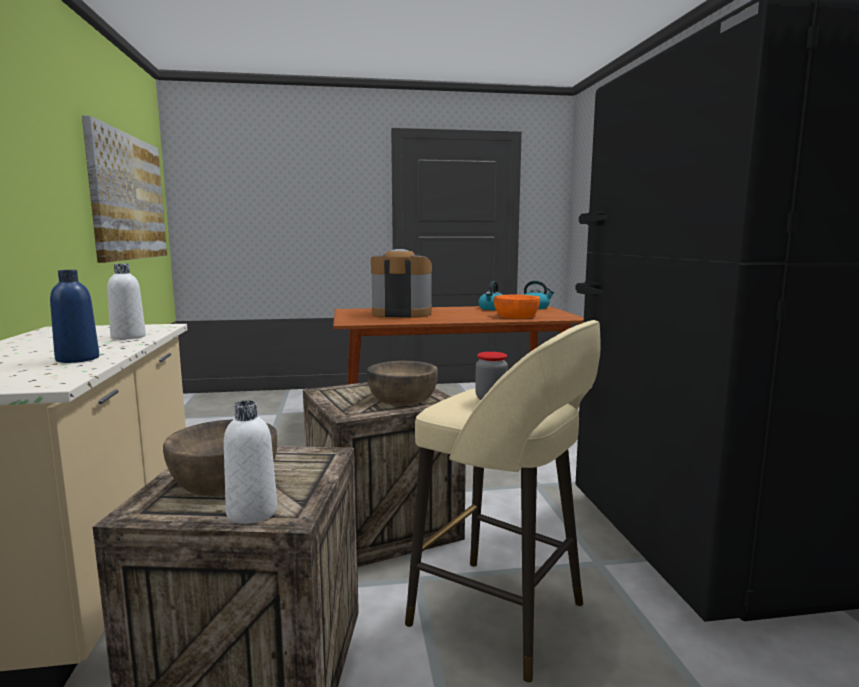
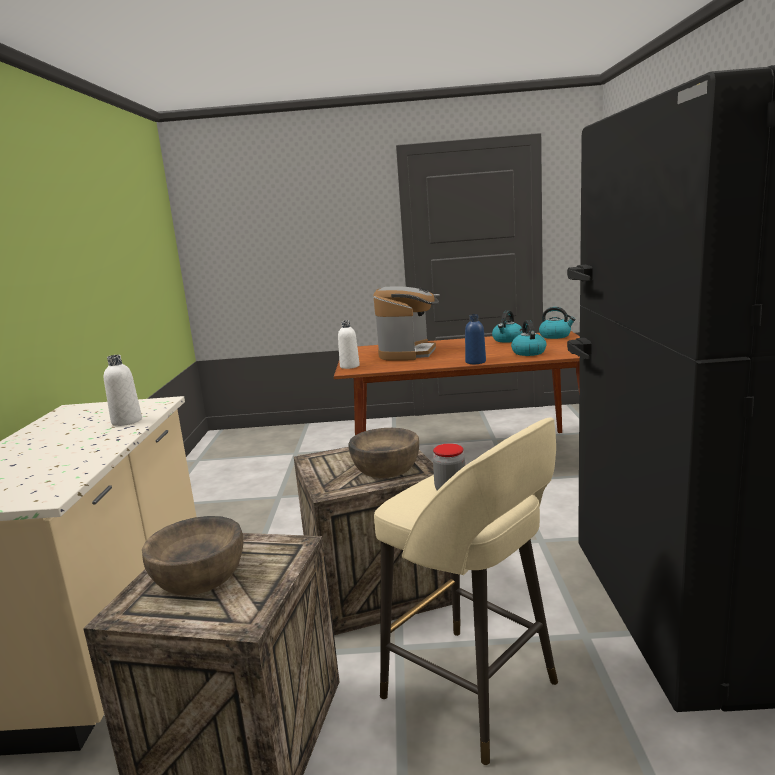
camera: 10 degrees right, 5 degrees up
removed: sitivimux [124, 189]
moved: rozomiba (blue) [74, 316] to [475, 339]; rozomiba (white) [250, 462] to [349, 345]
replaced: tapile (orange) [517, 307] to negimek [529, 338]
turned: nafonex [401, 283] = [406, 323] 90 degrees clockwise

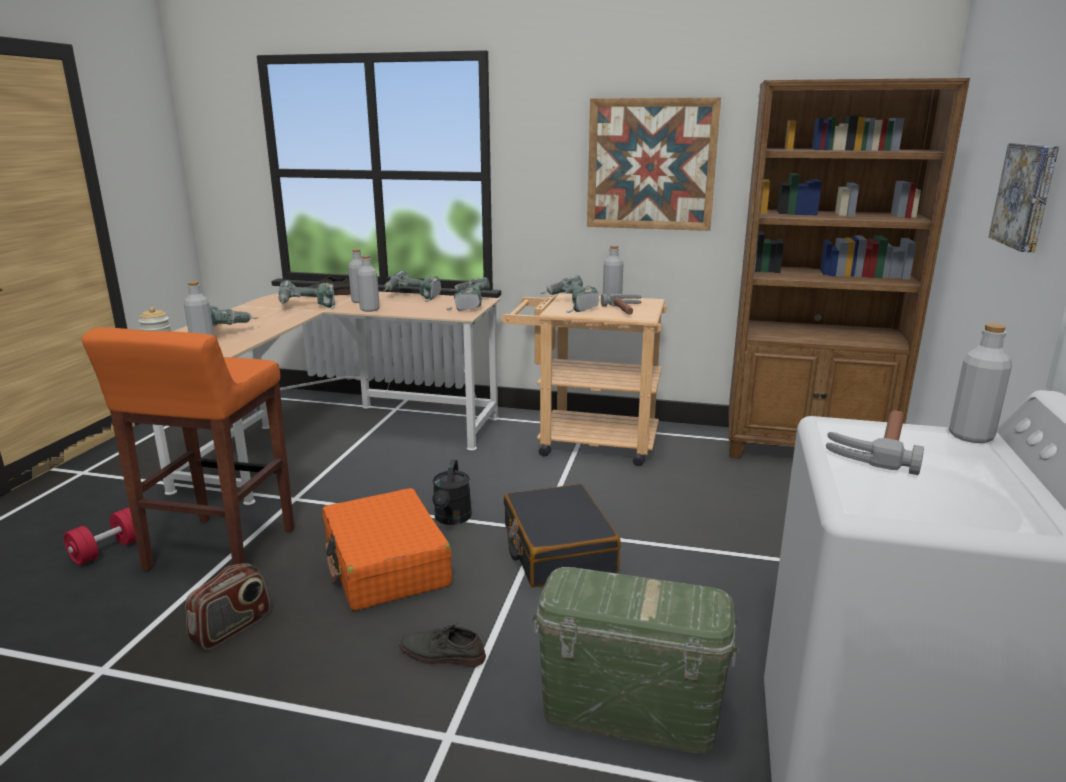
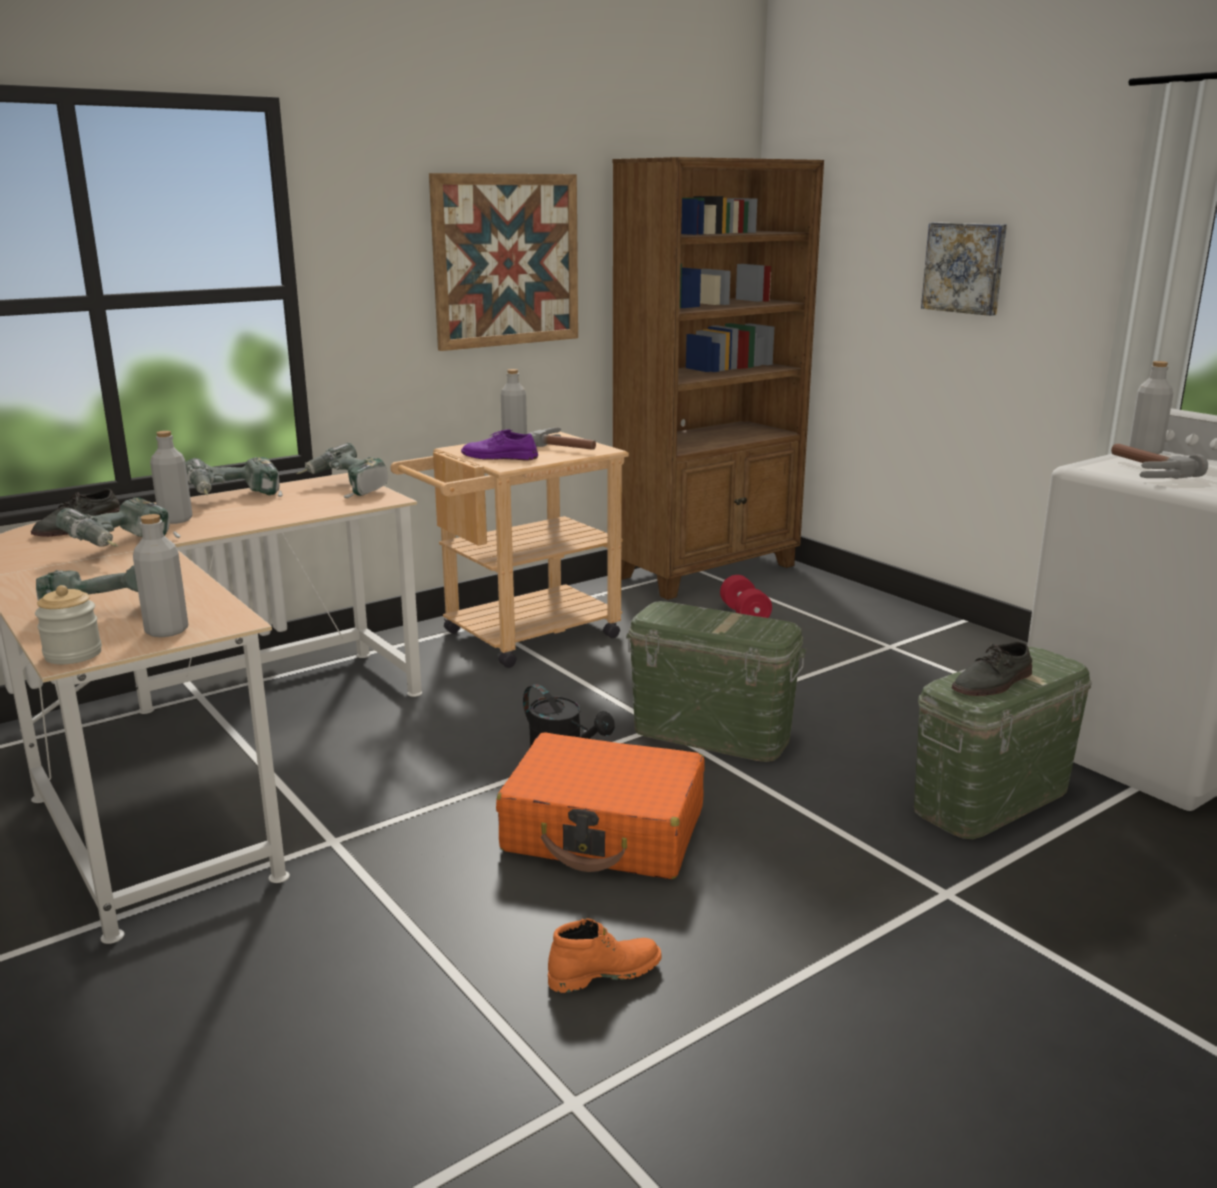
camera: 50 degrees left, 0 degrees up
removed: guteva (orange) [188, 448]; rozomiba (grey) [368, 283]
moved: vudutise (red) [99, 536] to [746, 596]; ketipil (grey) [442, 645] to [992, 669]
replaced: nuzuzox [228, 606] to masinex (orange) [605, 955]; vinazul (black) [562, 535] to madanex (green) [716, 681]; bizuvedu [569, 294] to ketipil (purple) [499, 445]

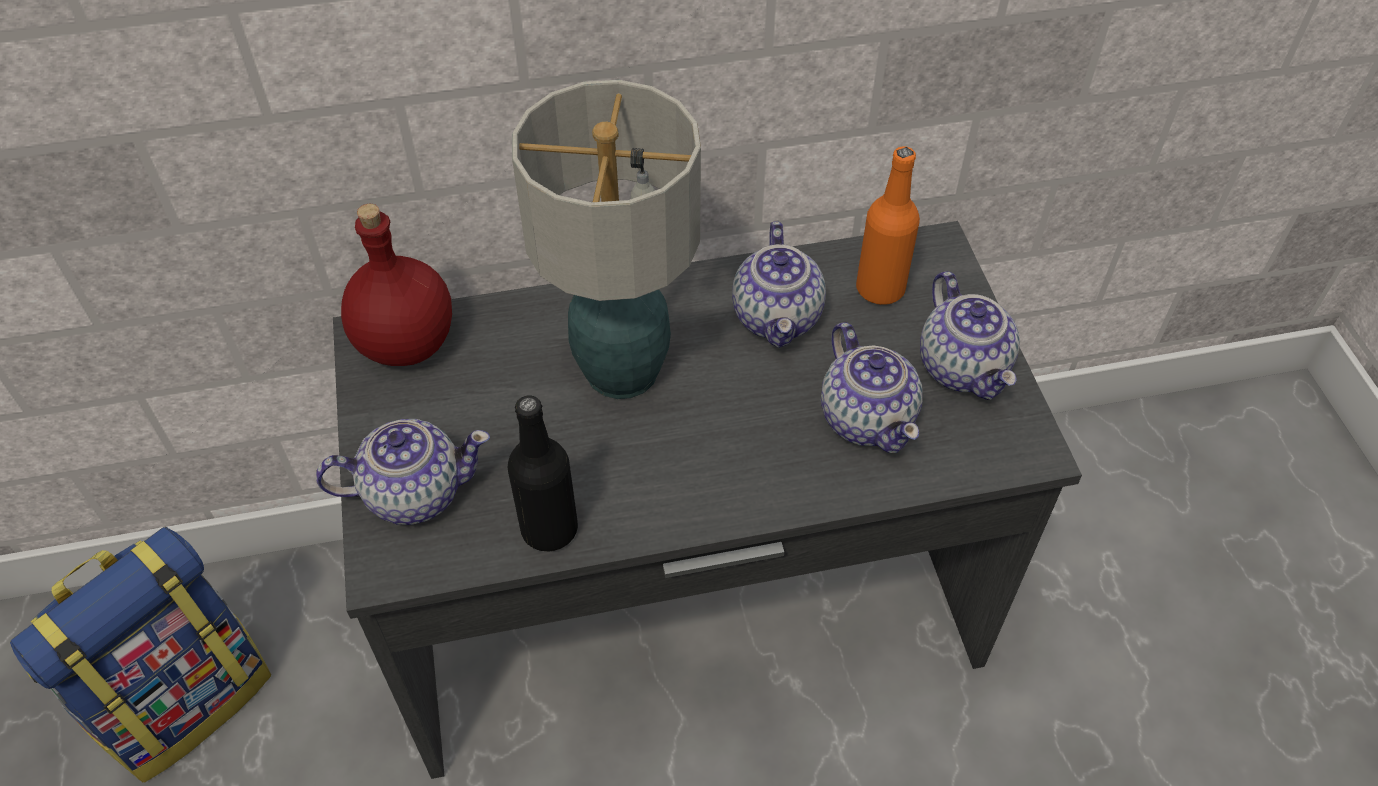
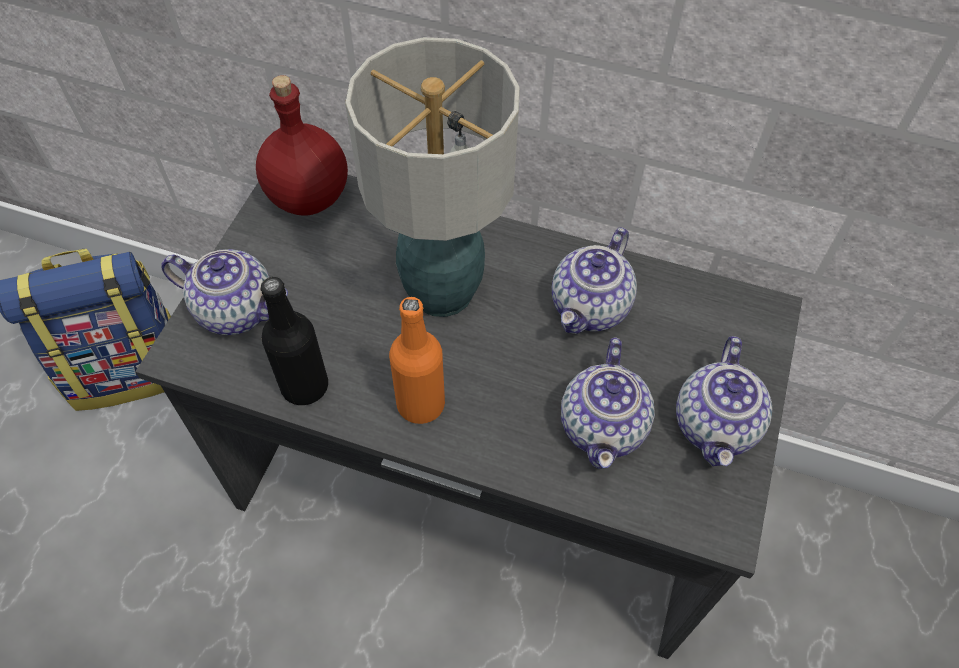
camera: 30 degrees right, 5 degrees up
moved: rozomiba (orange) [888, 225] to [417, 360]

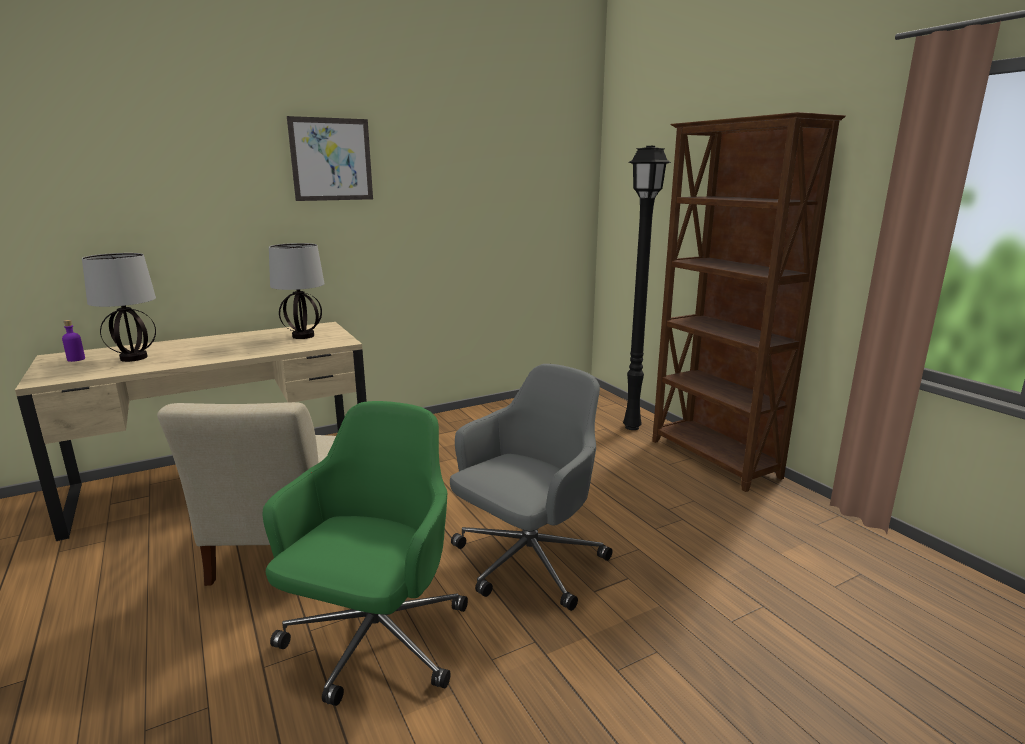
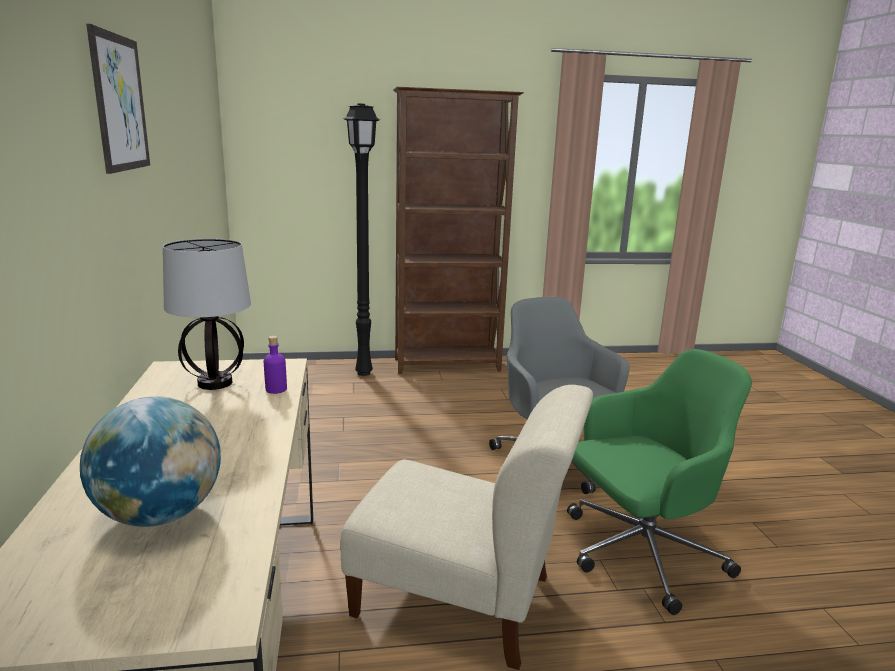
camera: 70 degrees left, 0 degrees up
moved: rozomiba (purple) [73, 341] to [275, 365]
replaced: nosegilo [119, 307] to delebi [150, 461]
turned: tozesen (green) [365, 553] = [659, 482] 120 degrees clockwise

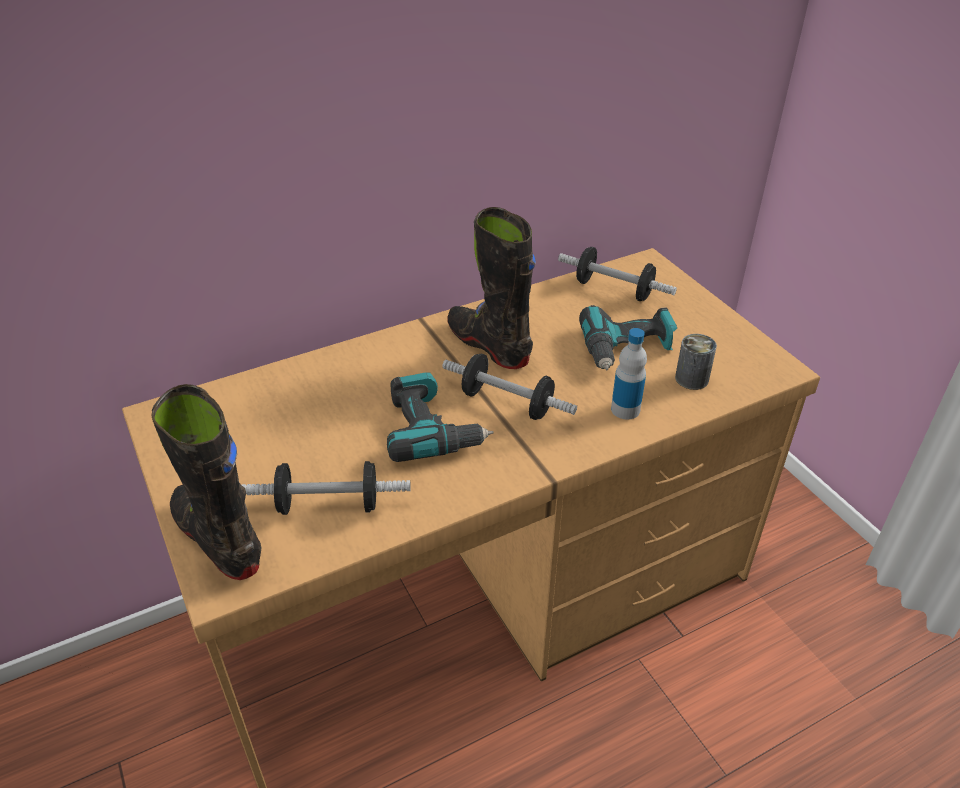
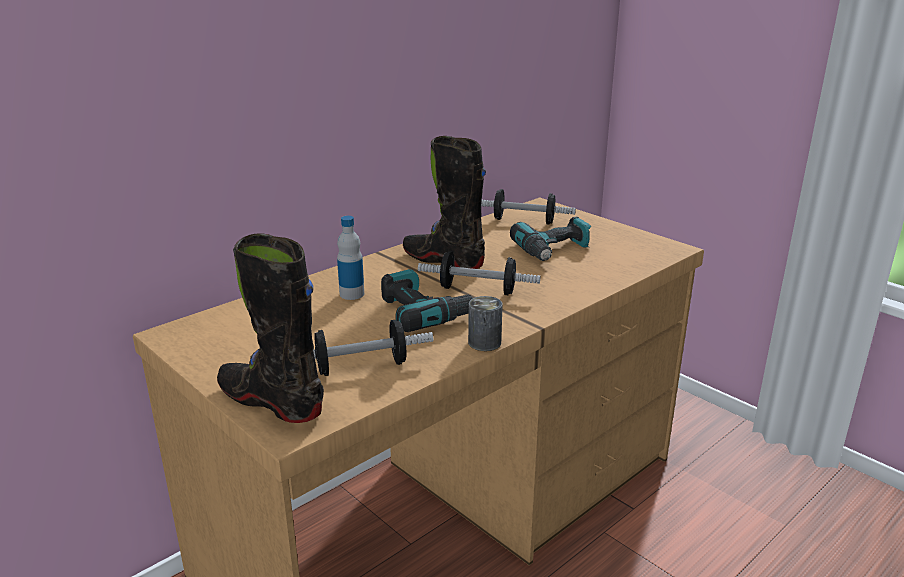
camera: 15 degrees left, 15 degrees down
moved: rozomiba [629, 373] to [350, 258]; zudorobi [696, 362] to [485, 323]

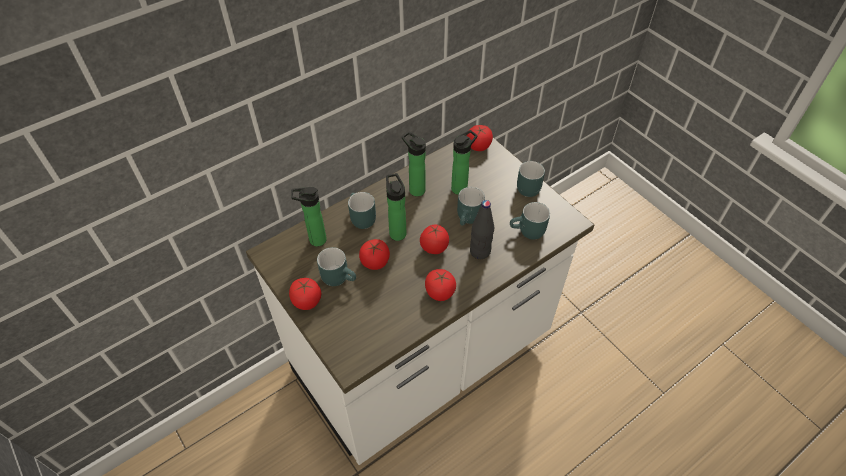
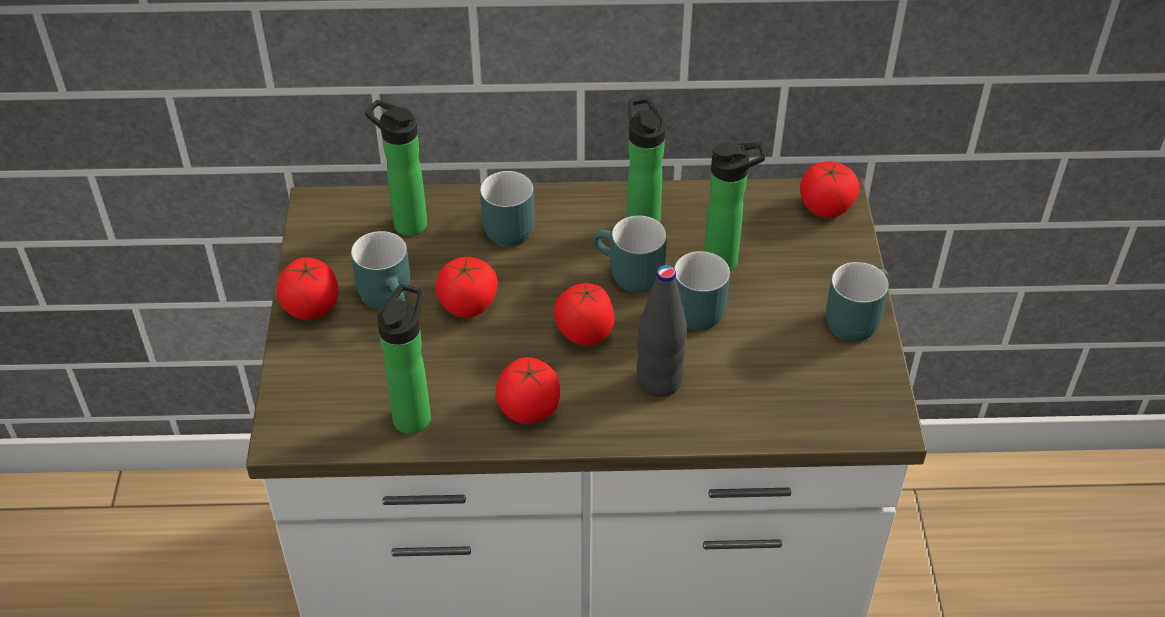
camera: 35 degrees right, 5 degrees down
moved: rozomiba [396, 207] to [404, 359]; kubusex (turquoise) [530, 220] to [630, 254]

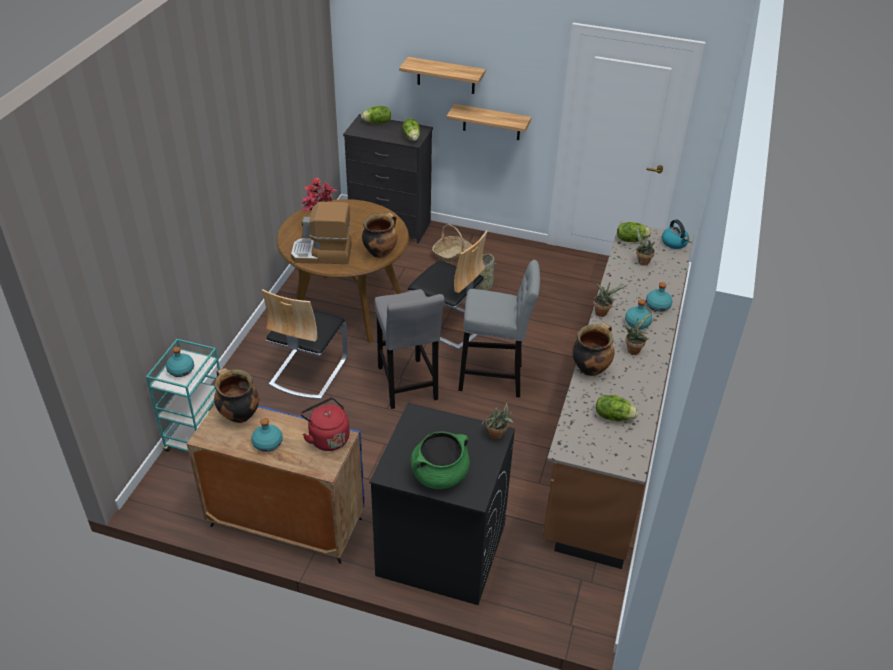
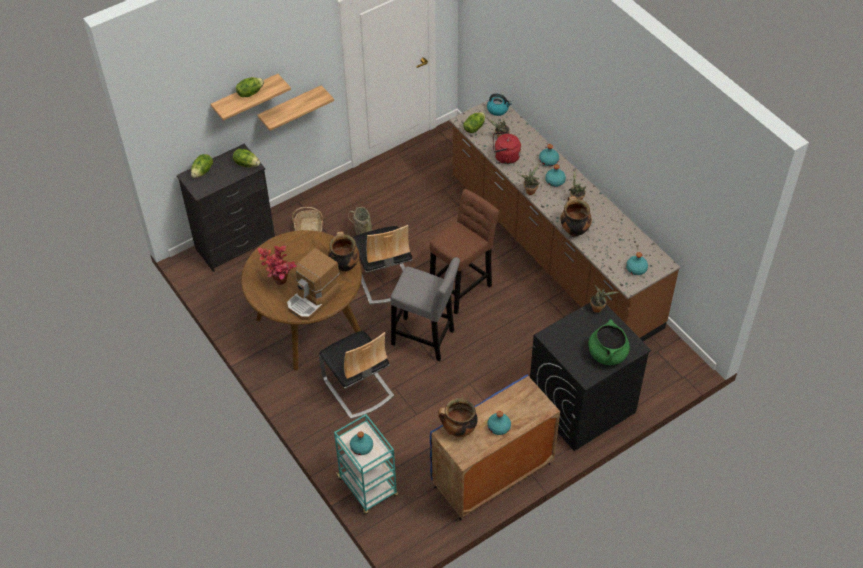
camera: 50 degrees left, 10 degrees up
added: rozomiba (turquoise) [637, 263]
moved: negimek (red) [325, 424] to [507, 147]; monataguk [617, 408] to [250, 87]
recoloured: guteva (grey) [499, 328] to guteva (brown) [465, 251]
turned: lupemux [448, 290] = [383, 264] 90 degrees clockwise

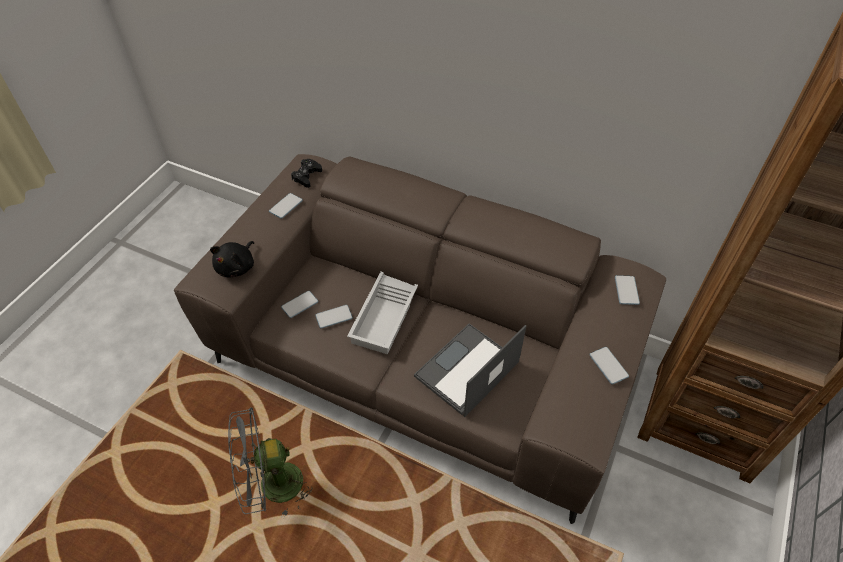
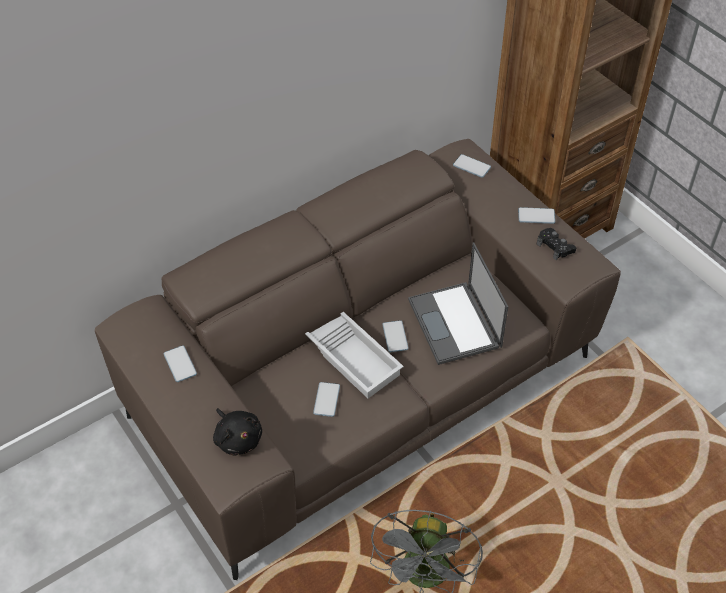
camera: 60 degrees left, 0 degrees up
moved: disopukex [299, 304] to [395, 336]; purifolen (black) [306, 173] to [556, 244]

